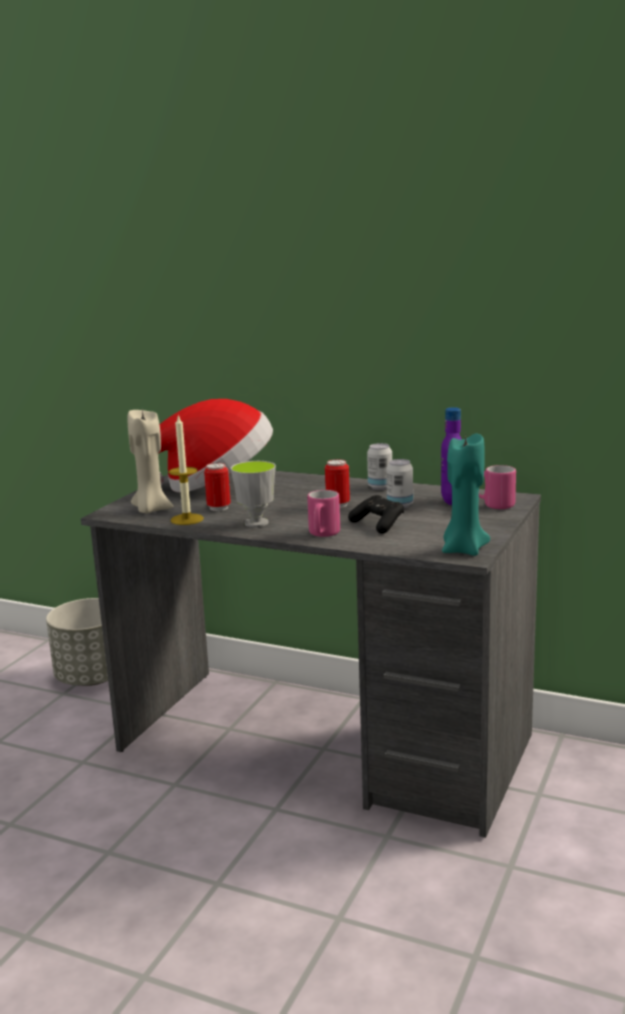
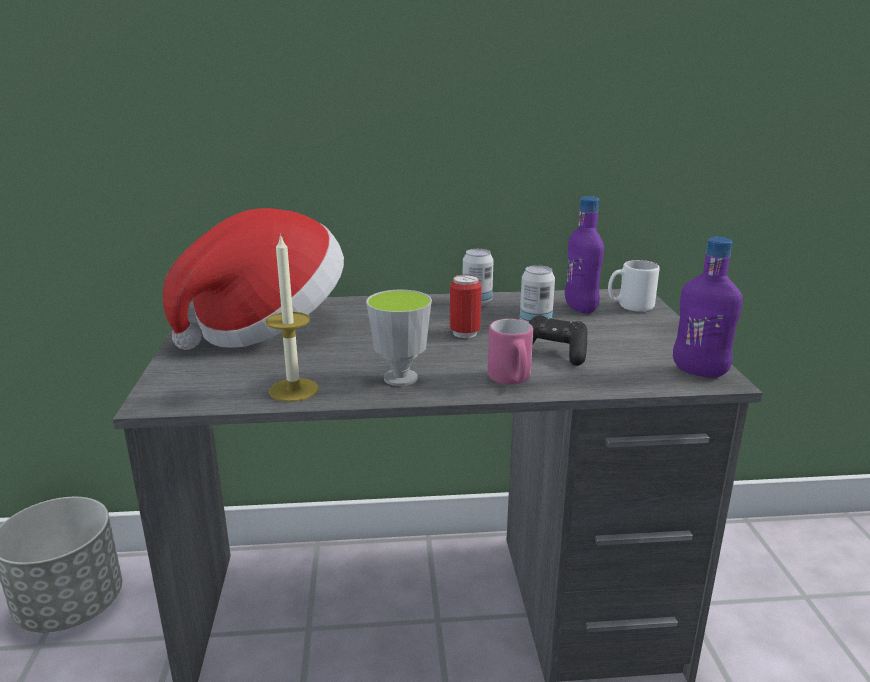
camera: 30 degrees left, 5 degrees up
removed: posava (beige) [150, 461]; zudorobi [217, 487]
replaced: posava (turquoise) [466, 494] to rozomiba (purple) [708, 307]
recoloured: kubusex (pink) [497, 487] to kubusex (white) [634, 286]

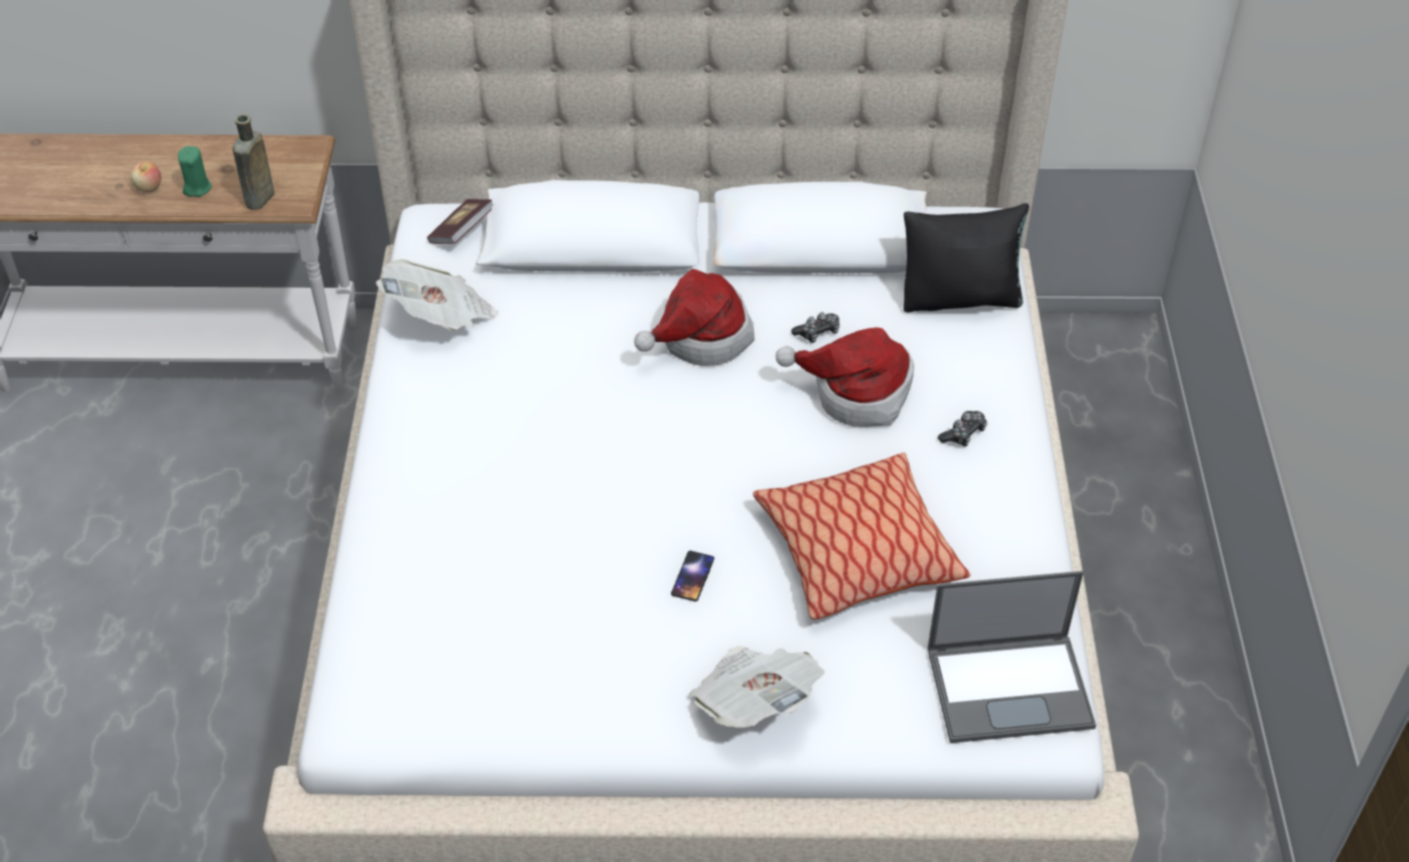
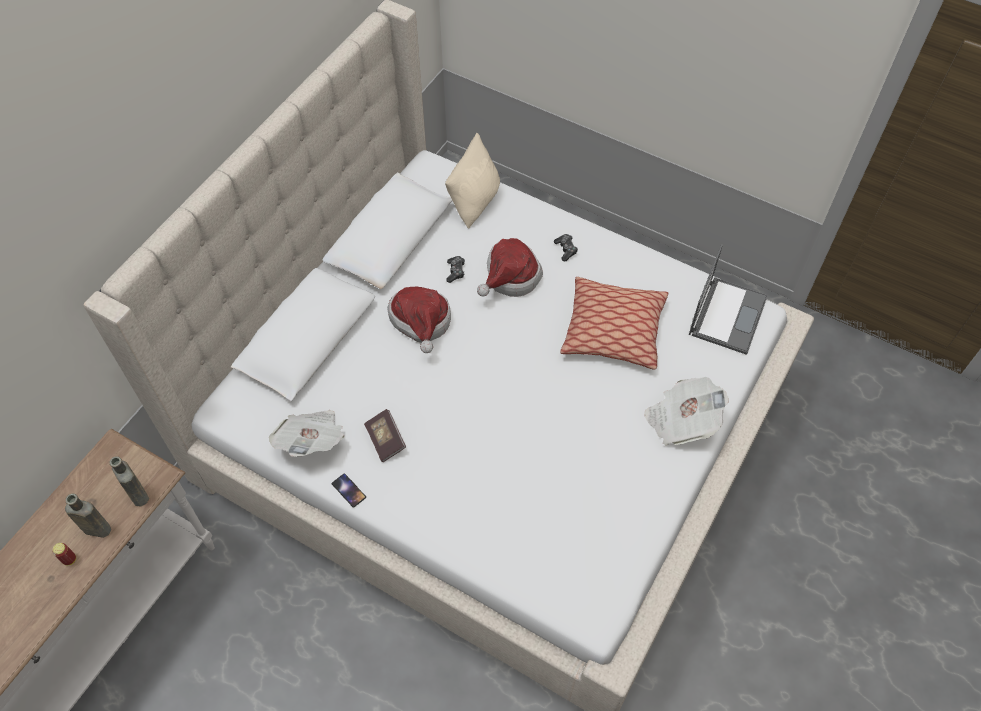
camera: 60 degrees left, 10 degrees up
moved: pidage [460, 221] to [385, 435]; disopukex [692, 576] to [349, 490]
replaced: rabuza [146, 176] to zudorobi [64, 554]; posava (green) [195, 171] to rozomiba (brown) [88, 516]
recoloured: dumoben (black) [966, 257] to dumoben (beige) [472, 181]

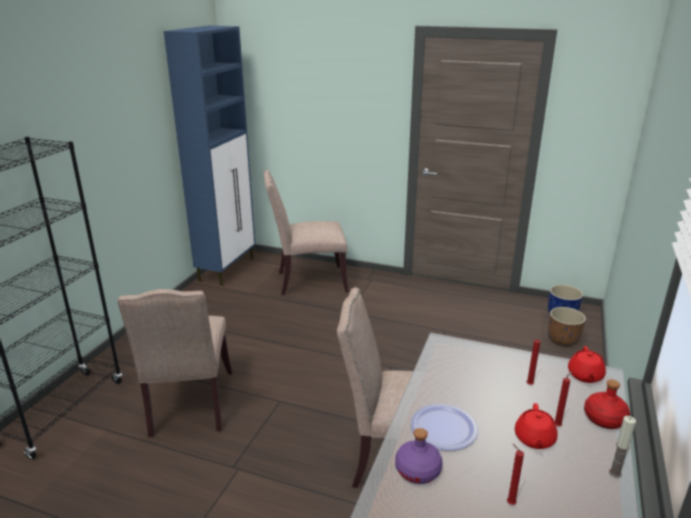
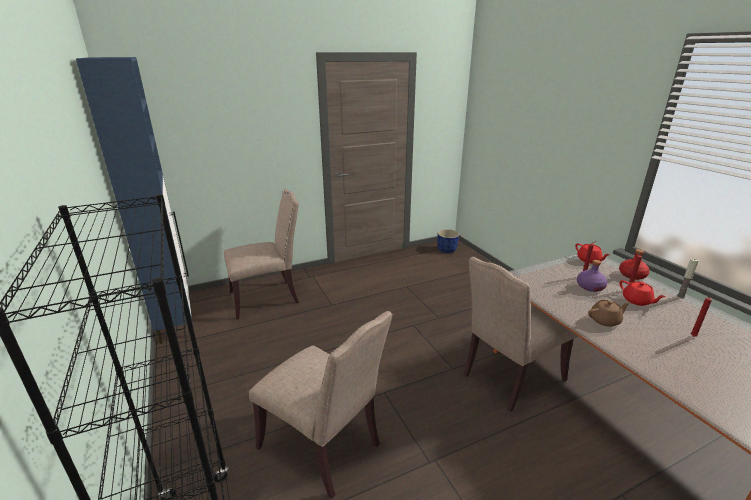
camera: 45 degrees left, 0 degrees up
removed: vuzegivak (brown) [567, 327]
moved: rozomiba (purple) [419, 456] to [592, 276]
replaced: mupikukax [444, 427] to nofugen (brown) [609, 313]
turned: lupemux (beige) [306, 232] = [261, 254] 150 degrees counterclockwise

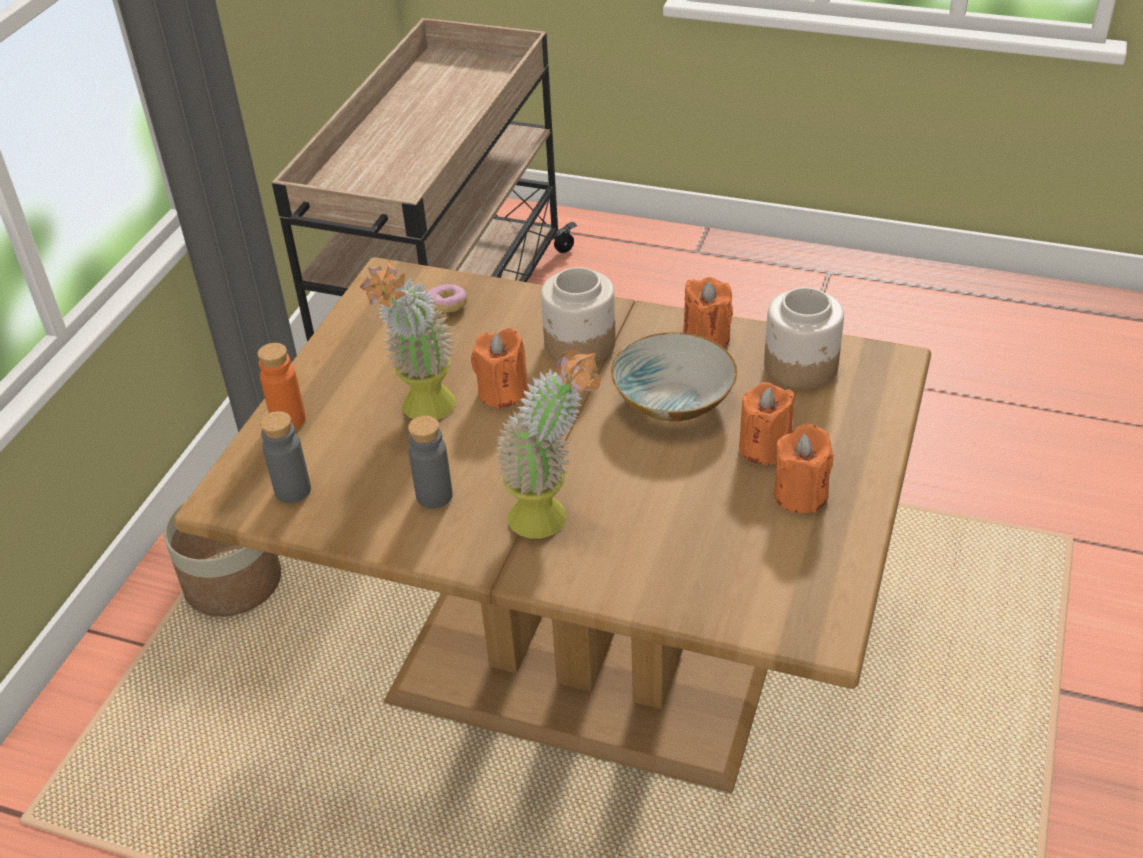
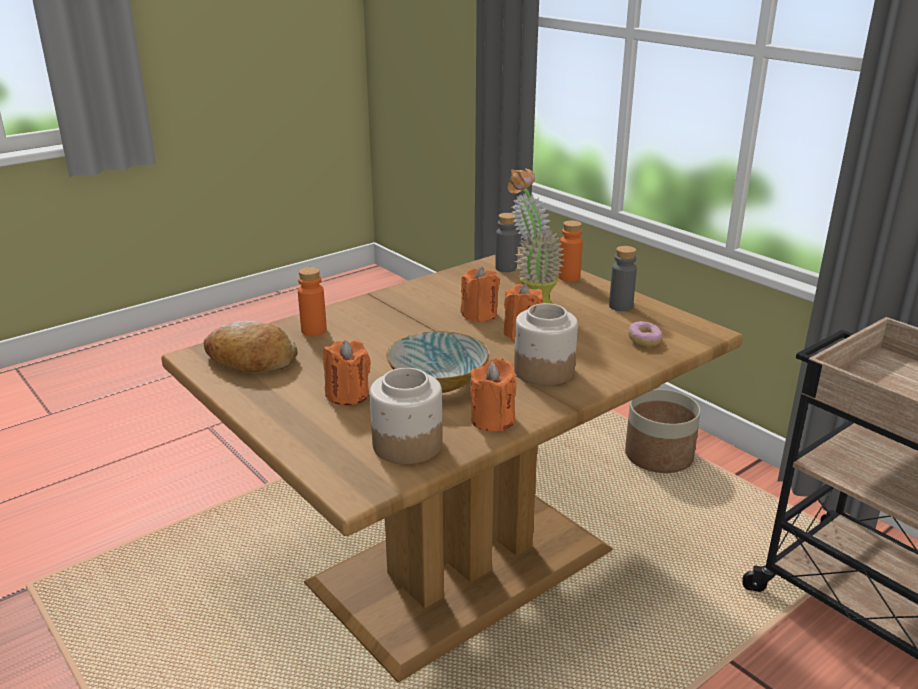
camera: 120 degrees right, 15 degrees down
removed: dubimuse [548, 444]
added: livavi [251, 346]; rozomiba (orange) [312, 301]
moved: rozomiba (grey) [430, 462] to [623, 278]; posava (orange) [804, 468] to [480, 294]

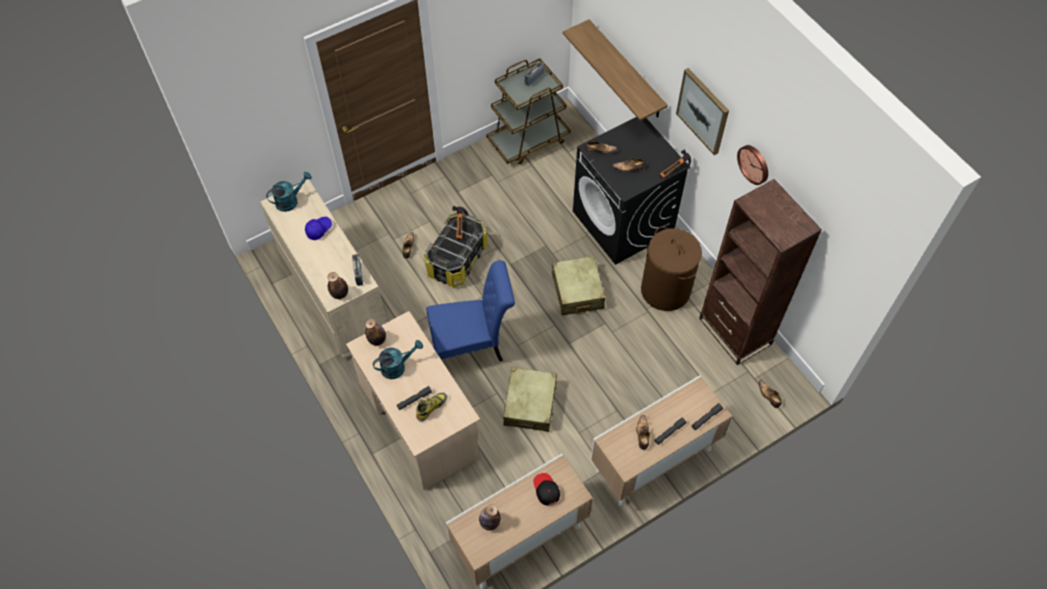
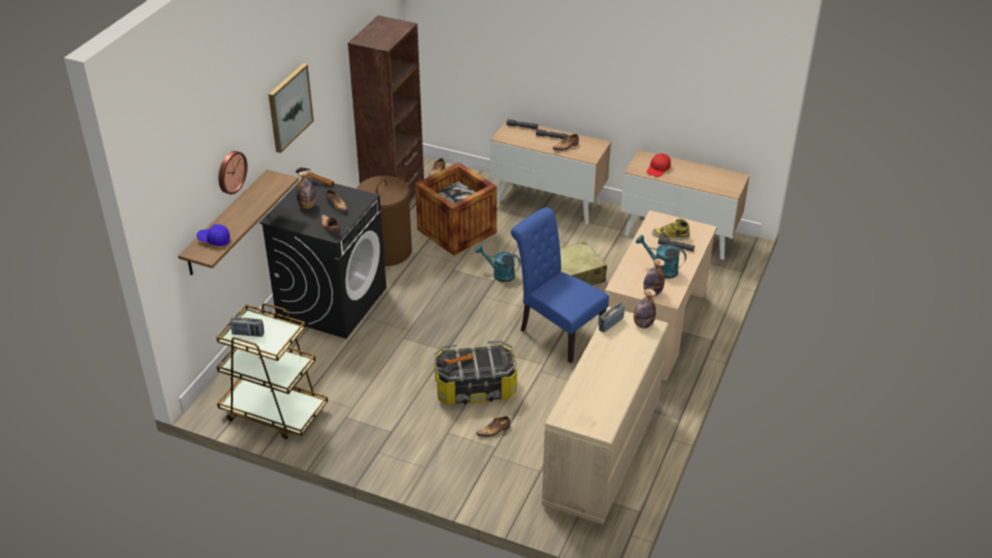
camera: 125 degrees left, 20 degrees down
removed: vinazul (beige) [578, 285]
added: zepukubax [456, 208]
moved: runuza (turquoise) [289, 192] to [498, 263]; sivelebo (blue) [318, 228] to [213, 235]; rozomiba [489, 517] to [307, 190]; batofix [752, 165] to [233, 172]
recoloured: sivelebo (black) [546, 489] to sivelebo (red) [658, 165]

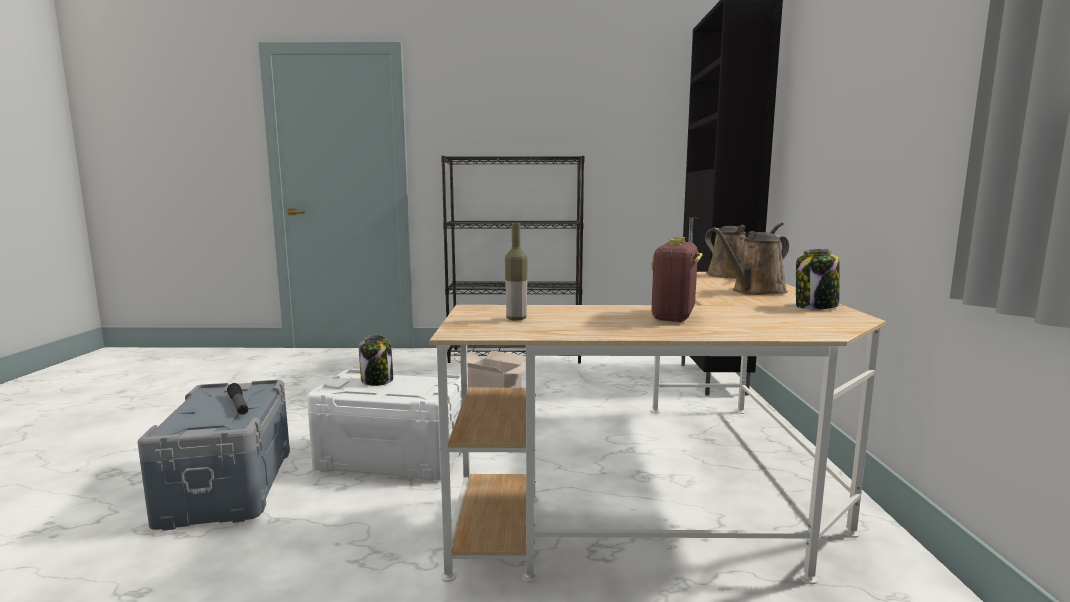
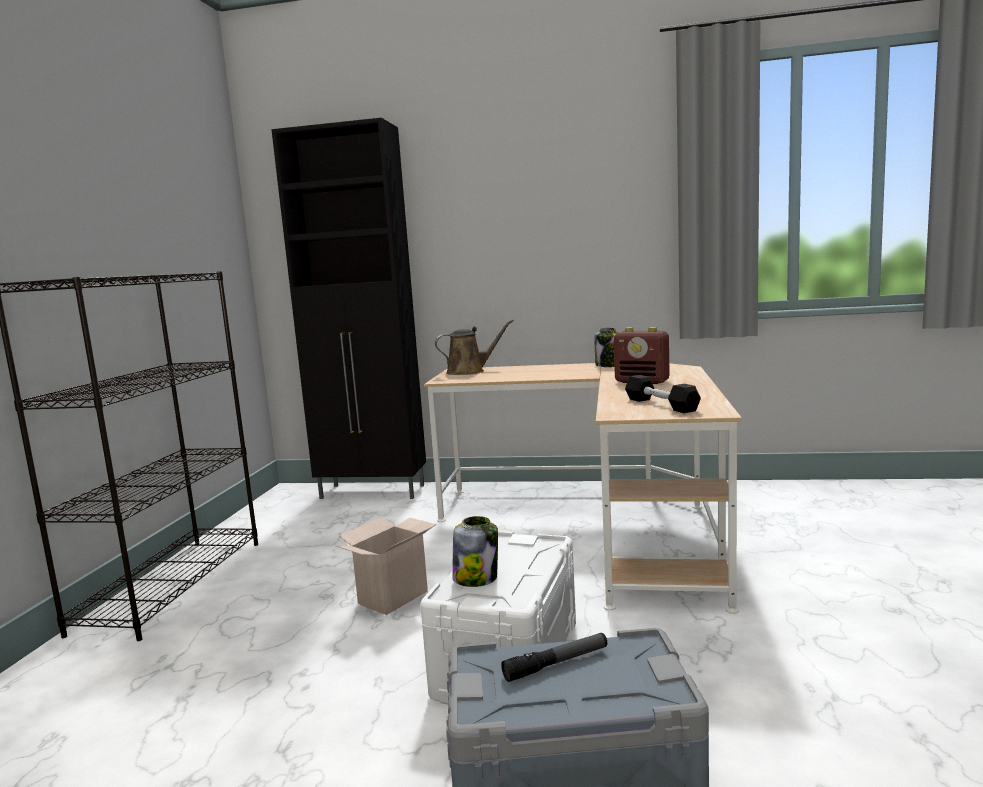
camera: 80 degrees left, 0 degrees up
removed: runuza (brown) [750, 261]
replaced: rozomiba [516, 272] to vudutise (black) [663, 394]

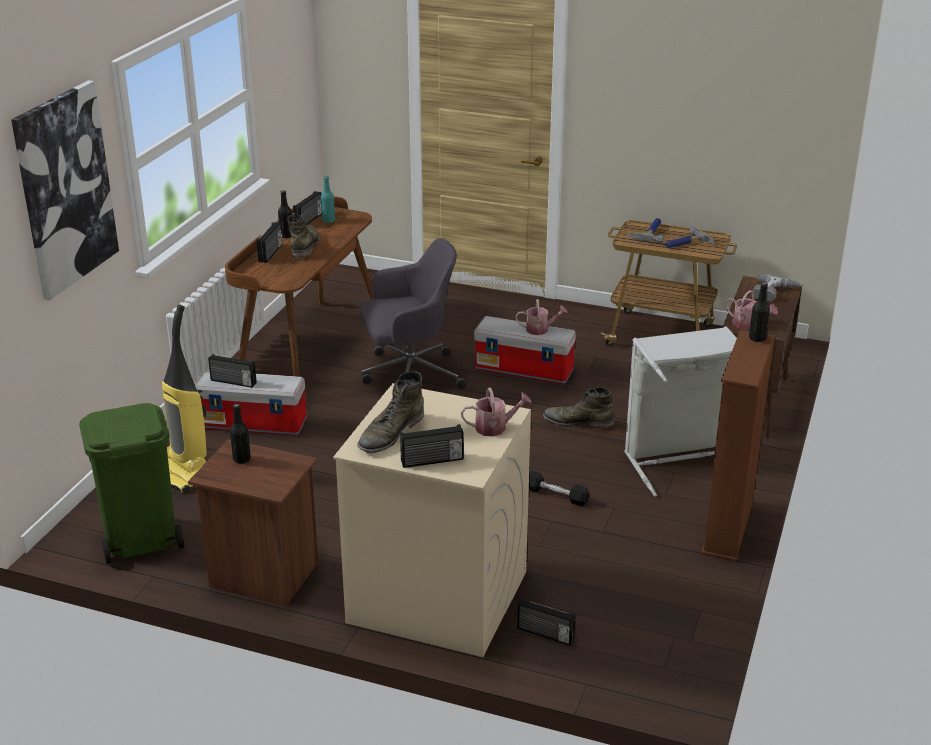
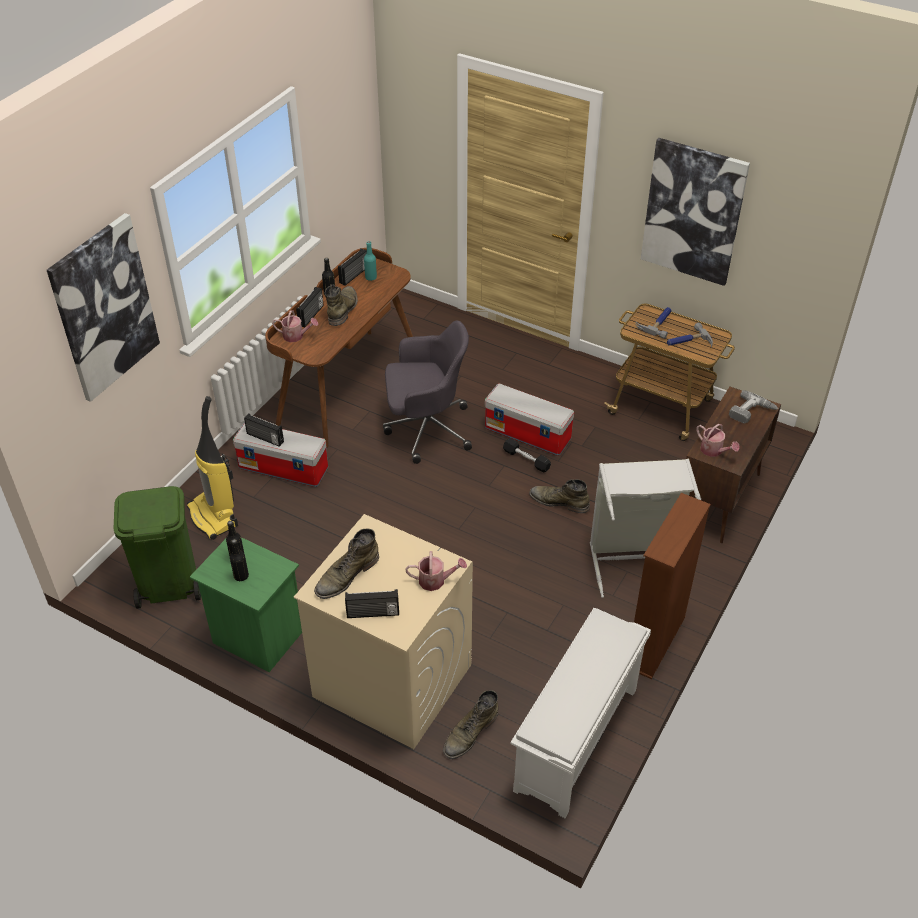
camera: 10 degrees right, 15 degrees up
added: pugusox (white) [580, 713]; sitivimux [695, 212]
moved: runuza [542, 317] to [295, 326]; vudutise (black) [559, 488] to [527, 455]; rozomiba (black) [759, 312] to [239, 560]
replaced: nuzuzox [546, 621] to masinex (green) [471, 724]
recoloured: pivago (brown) [253, 522] to pivago (green) [246, 604]

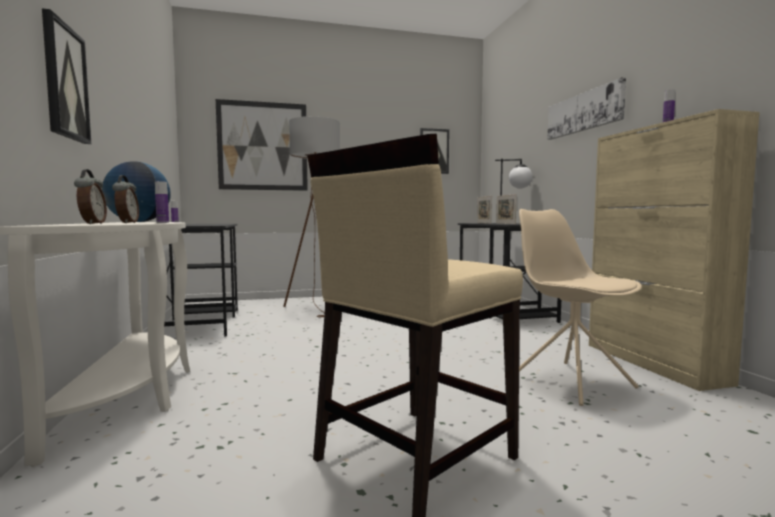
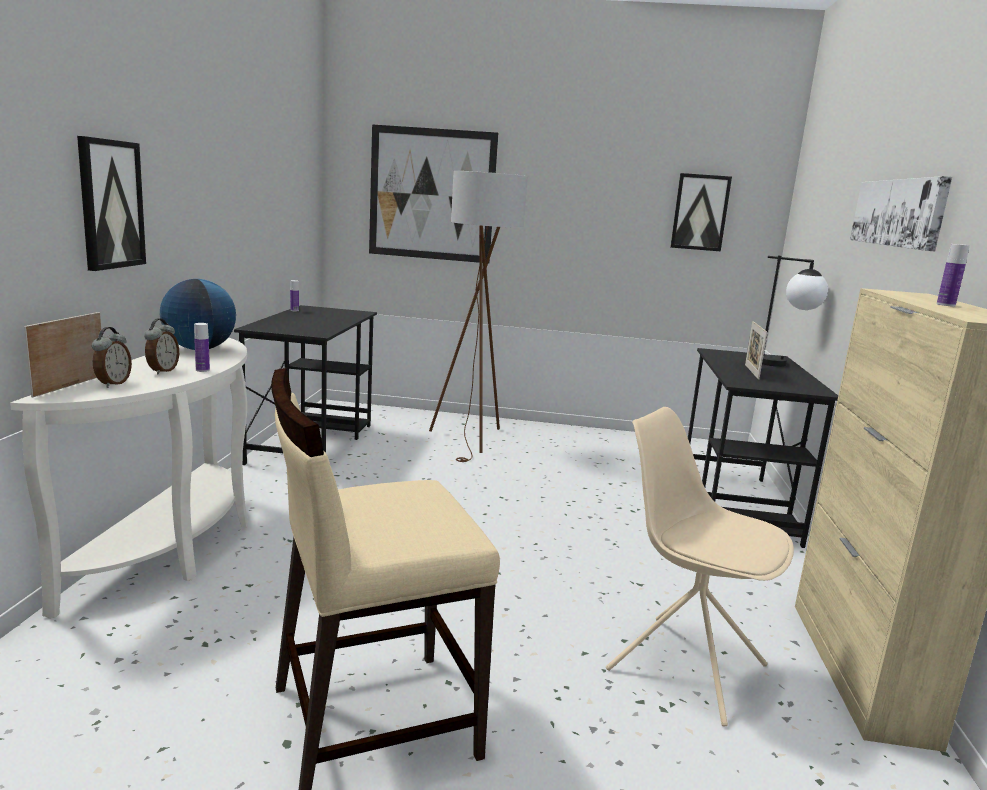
camera: 20 degrees right, 10 degrees up
moved: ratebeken [484, 210] to [62, 355]
turned: lupemux (beige) [580, 307] = [700, 566] 45 degrees counterclockwise

